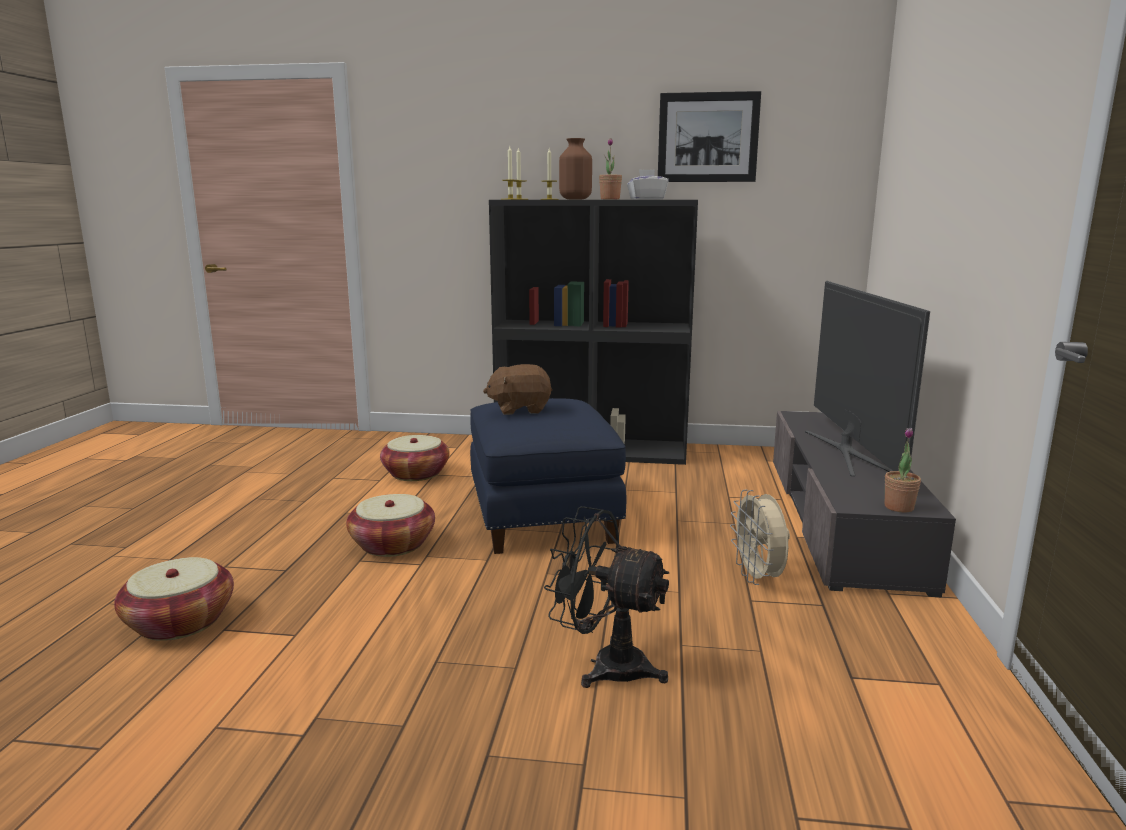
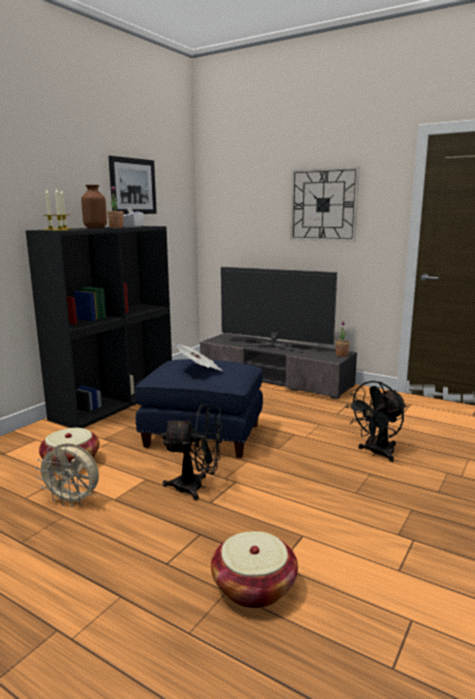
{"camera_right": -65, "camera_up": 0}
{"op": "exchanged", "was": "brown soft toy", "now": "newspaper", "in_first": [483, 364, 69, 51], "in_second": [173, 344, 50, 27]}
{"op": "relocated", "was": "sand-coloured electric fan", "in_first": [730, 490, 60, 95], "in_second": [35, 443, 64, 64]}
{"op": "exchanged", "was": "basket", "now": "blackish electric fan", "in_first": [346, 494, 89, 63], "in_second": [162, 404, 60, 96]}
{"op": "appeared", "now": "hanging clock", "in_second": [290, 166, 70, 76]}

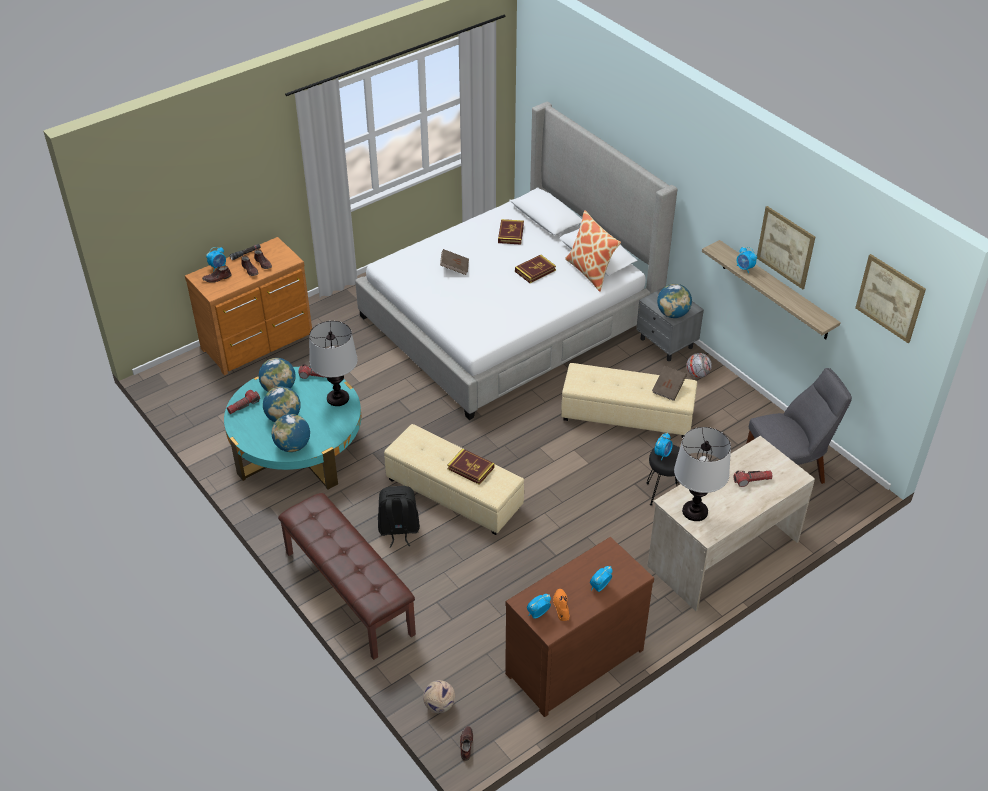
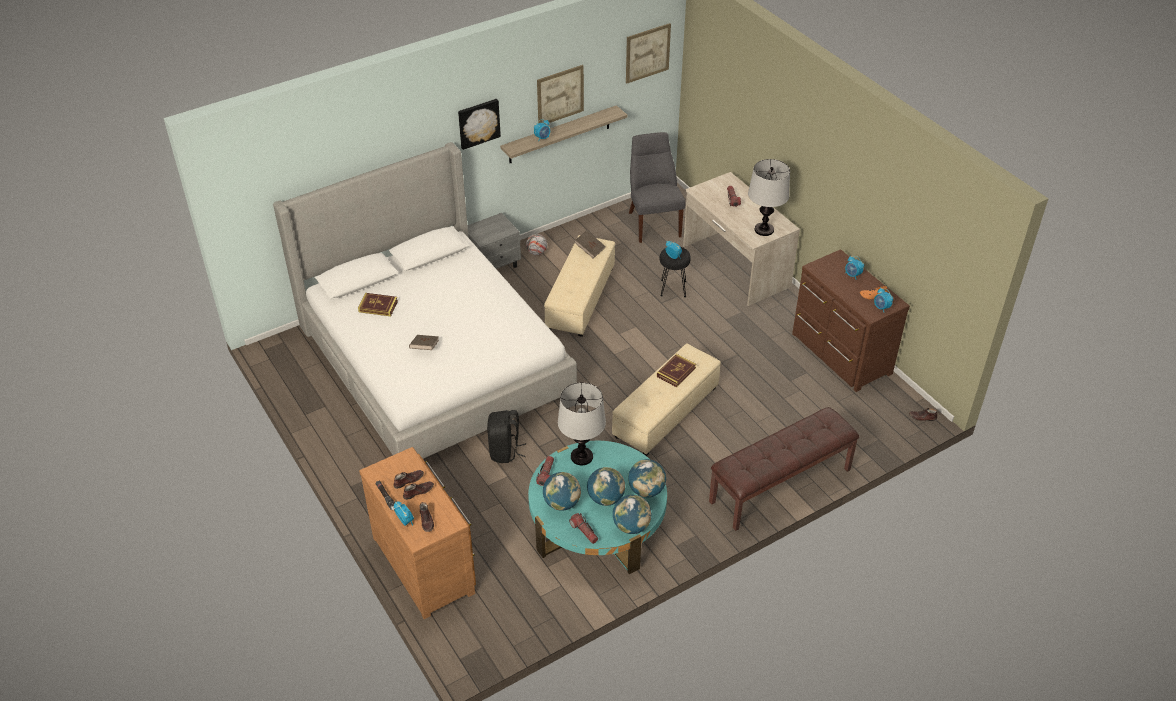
{"camera_right": -85, "camera_up": 0}
{"op": "missing", "was": "cushion", "in_first": [565, 210, 56, 82]}
{"op": "missing", "was": "book", "in_first": [515, 255, 41, 28]}
{"op": "relocated", "was": "globe", "in_first": [657, 284, 35, 34], "in_second": [613, 495, 39, 39]}
{"op": "relocated", "was": "blackish rucksack", "in_first": [378, 486, 42, 61], "in_second": [487, 410, 39, 53]}
{"op": "missing", "was": "football", "in_first": [423, 680, 32, 33]}
{"op": "appeared", "now": "wall art", "in_second": [458, 99, 43, 51]}

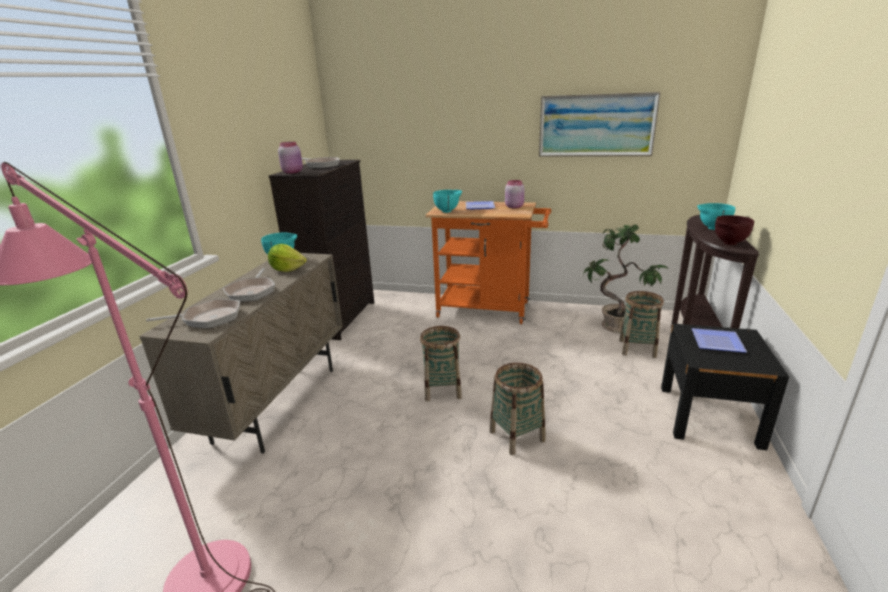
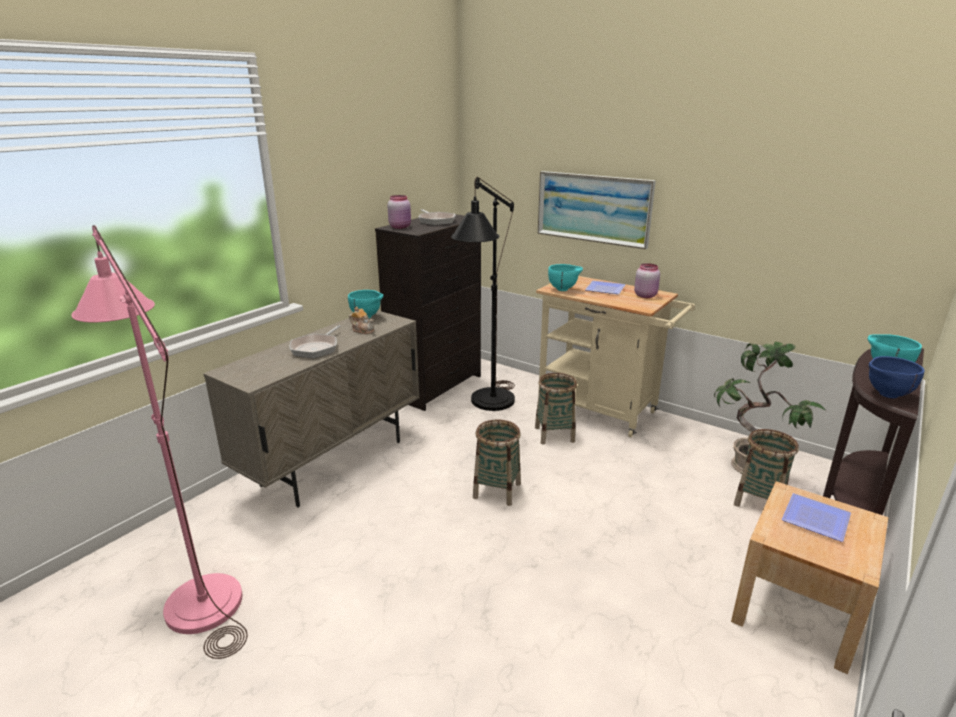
{"camera_right": 20, "camera_up": 0}
{"op": "relocated", "was": "wall art", "in_first": [539, 92, 122, 65], "in_second": [538, 171, 118, 78]}
{"op": "colour", "was": "orangey trolley", "now": "sand-coloured trolley", "in_first": [425, 201, 126, 123], "in_second": [536, 276, 159, 162]}
{"op": "colour", "was": "brown serving bowl", "now": "bluish serving bowl", "in_first": [715, 215, 39, 30], "in_second": [869, 356, 56, 42]}
{"op": "exchanged", "was": "lettuce head", "now": "teapot", "in_first": [268, 244, 39, 28], "in_second": [349, 306, 25, 28]}
{"op": "missing", "was": "skillet", "in_first": [146, 299, 94, 29]}
{"op": "colour", "was": "blackish bedside table", "now": "sand-coloured bedside table", "in_first": [661, 324, 128, 126], "in_second": [731, 481, 157, 193]}
{"op": "relocated", "was": "basket", "in_first": [489, 363, 57, 92], "in_second": [535, 373, 42, 72]}
{"op": "appeared", "now": "blackish standard lamp", "in_second": [451, 177, 64, 234]}

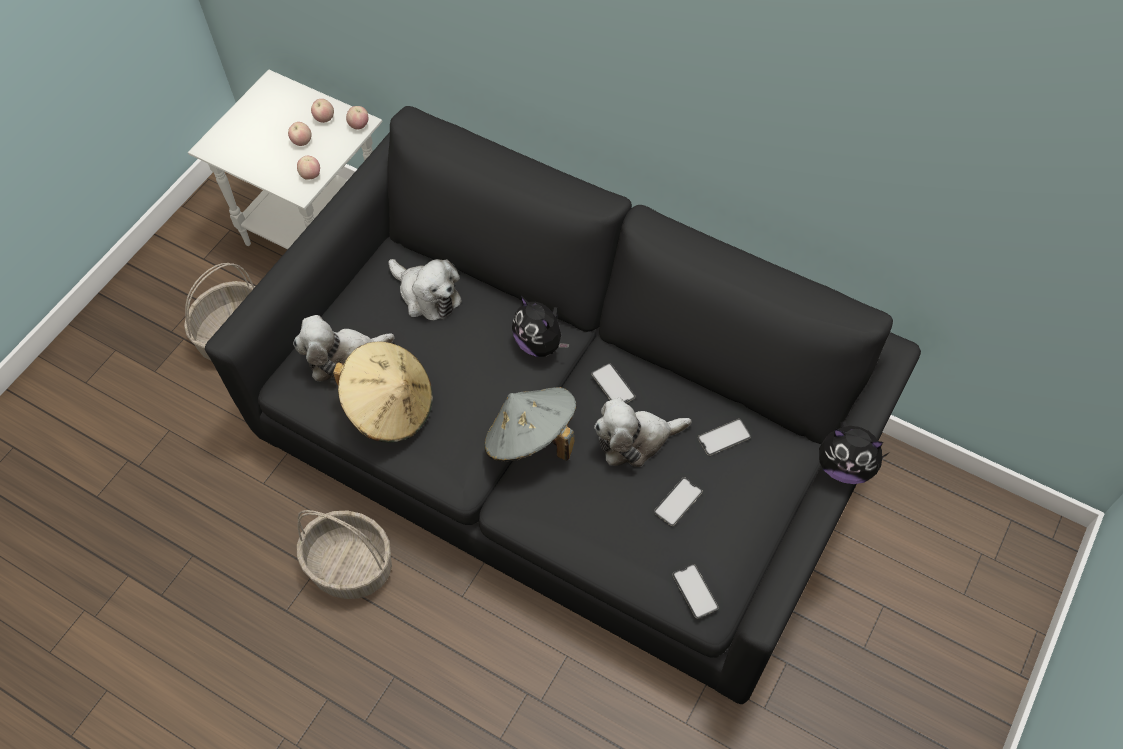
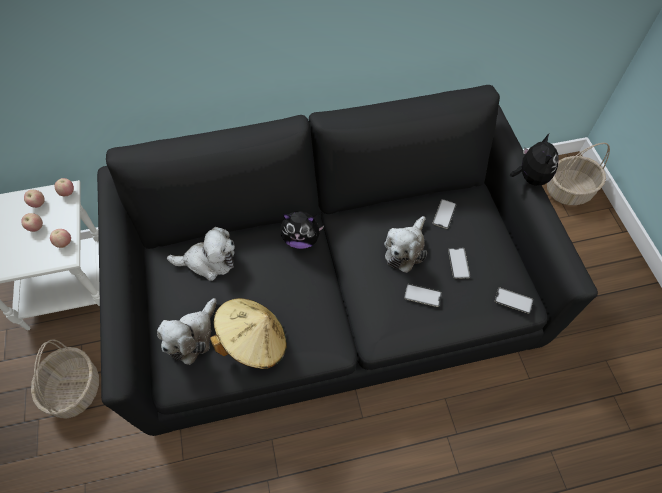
{"camera_right": -45, "camera_up": 0}
{"op": "relocated", "was": "phone", "in_first": [591, 363, 44, 40], "in_second": [404, 284, 38, 23]}
{"op": "missing", "was": "greyish wearable hat", "in_first": [484, 387, 93, 75]}
{"op": "spun", "was": "soft toy", "in_first": [819, 421, 69, 63], "in_second": [510, 134, 48, 52], "clockwise": -60}
{"op": "relocated", "was": "basket", "in_first": [296, 510, 96, 89], "in_second": [547, 143, 63, 62]}

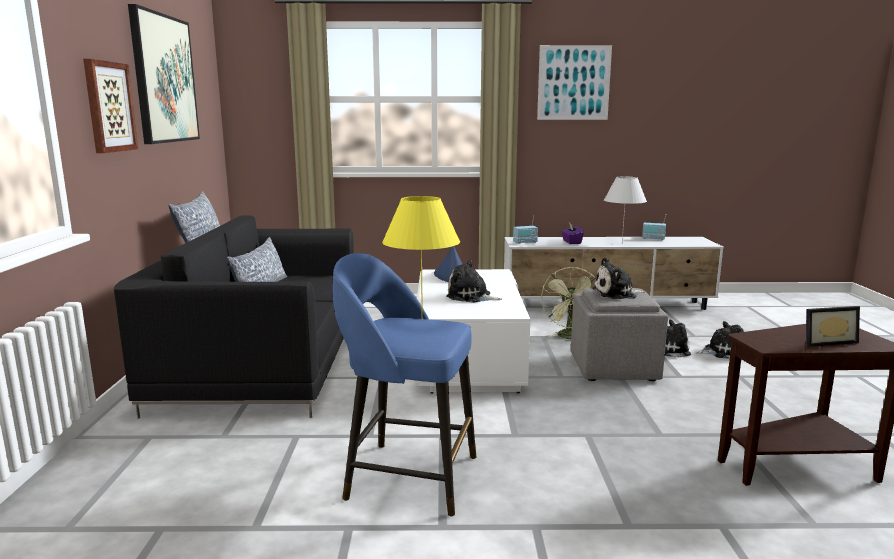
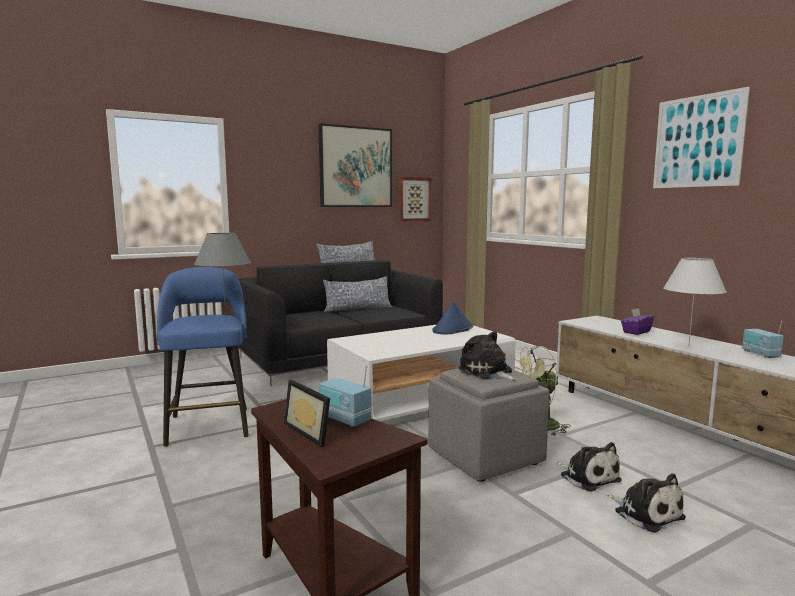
{"camera_right": 60, "camera_up": -5}
{"op": "relocated", "was": "wall art", "in_first": [83, 59, 55, 94], "in_second": [399, 177, 32, 45]}
{"op": "colour", "was": "yellow table lamp", "now": "greyish table lamp", "in_first": [382, 196, 78, 123], "in_second": [194, 233, 57, 83]}
{"op": "relocated", "was": "radio", "in_first": [513, 216, 25, 28], "in_second": [319, 366, 52, 61]}
{"op": "missing", "was": "soft toy", "in_first": [446, 260, 56, 43]}

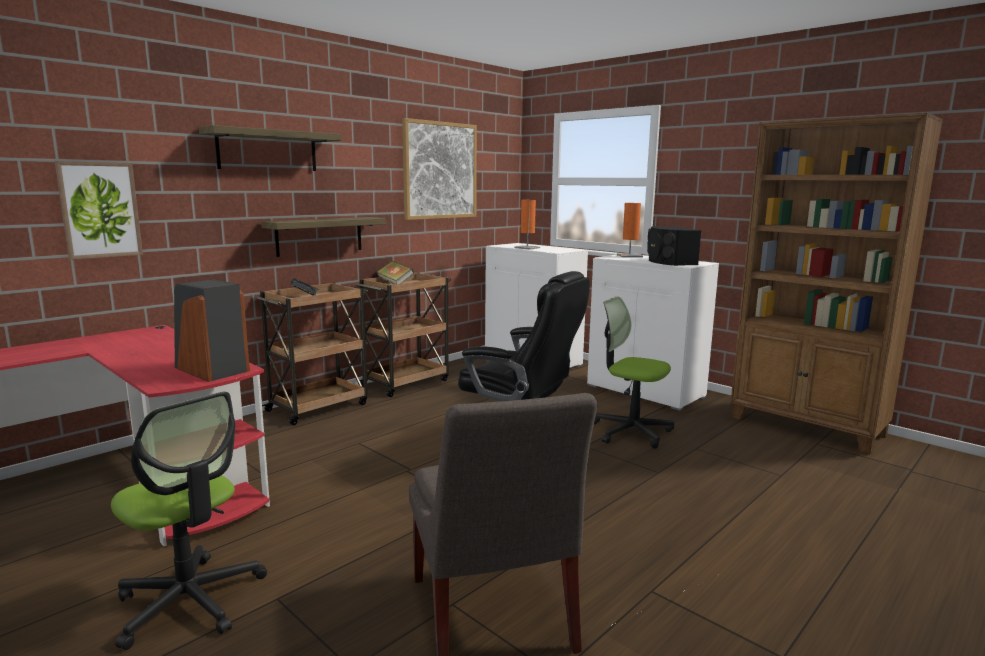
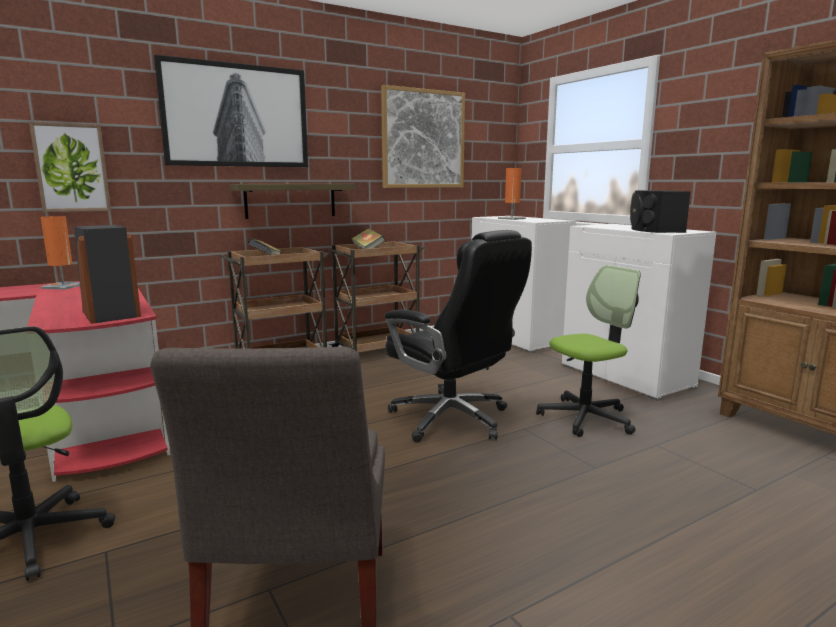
{"camera_right": 15, "camera_up": 0}
{"op": "exchanged", "was": "shelf", "now": "wall art", "in_first": [199, 125, 143, 46], "in_second": [154, 54, 154, 113]}
{"op": "relocated", "was": "orangey table lamp", "in_first": [617, 203, 26, 54], "in_second": [40, 216, 40, 74]}
{"op": "spun", "was": "desk chair", "in_first": [594, 296, 81, 153], "in_second": [536, 265, 105, 172], "clockwise": 105}

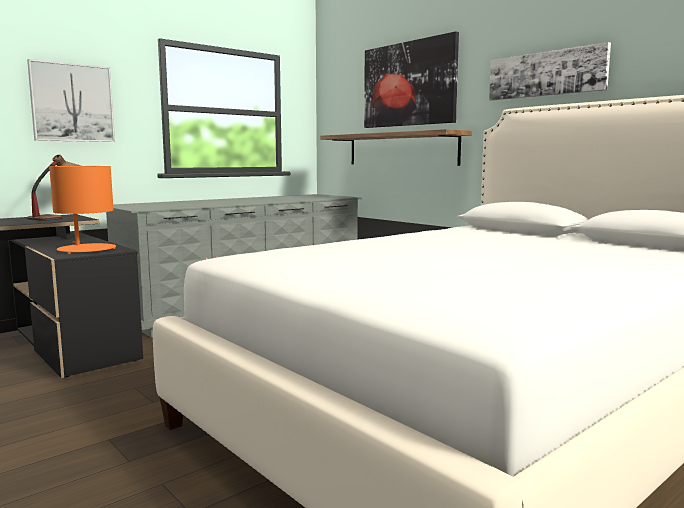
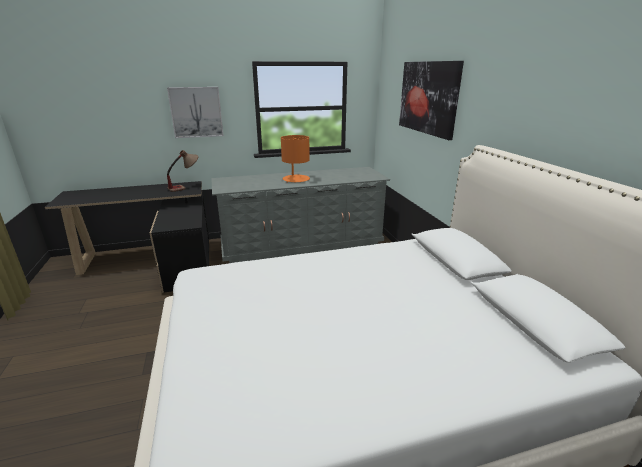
{"camera_right": 25, "camera_up": 15}
{"op": "missing", "was": "wall art", "in_first": [489, 42, 122, 59]}
{"op": "missing", "was": "shelf", "in_first": [320, 129, 152, 37]}
{"op": "relocated", "was": "orangey table lamp", "in_first": [49, 166, 67, 88], "in_second": [281, 135, 29, 47]}

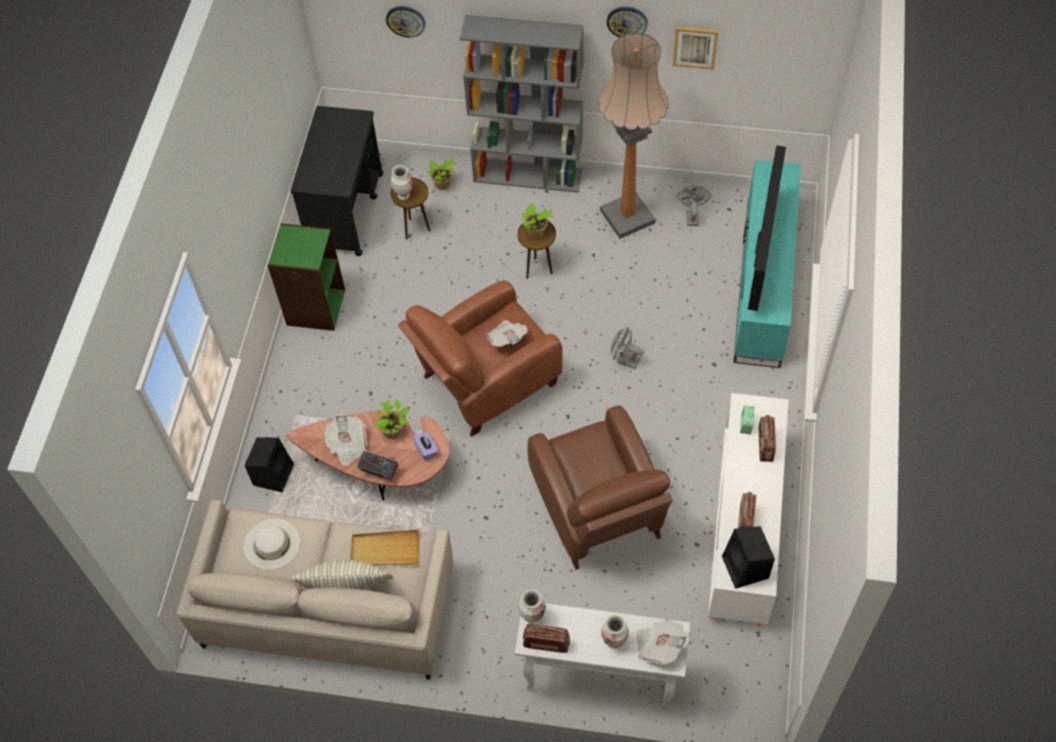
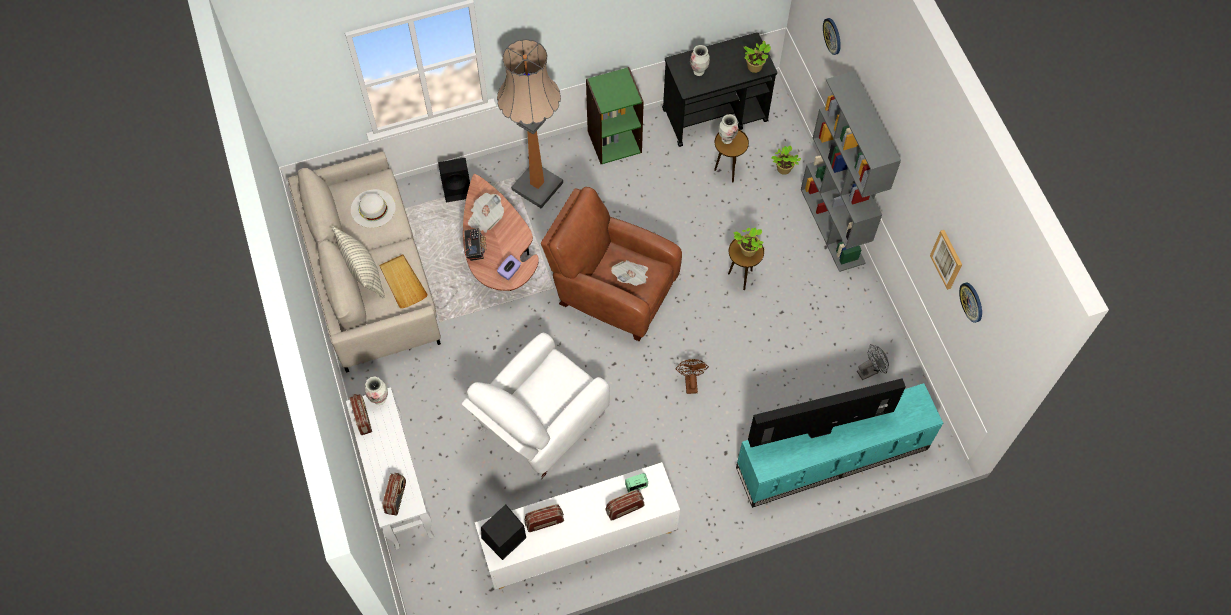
{"camera_right": 60, "camera_up": 5}
{"op": "relocated", "was": "hanging clock", "in_first": [606, 6, 42, 31], "in_second": [959, 283, 23, 40]}
{"op": "relocated", "was": "standard lamp", "in_first": [598, 33, 71, 206], "in_second": [497, 39, 66, 169]}
{"op": "colour", "was": "greyish electric fan", "now": "brown electric fan", "in_first": [611, 327, 33, 42], "in_second": [676, 359, 33, 35]}
{"op": "relocated", "was": "potted plant", "in_first": [373, 399, 36, 40], "in_second": [744, 40, 27, 33]}
{"op": "colour", "was": "brown armchair", "now": "white armchair", "in_first": [527, 406, 145, 164], "in_second": [461, 333, 149, 147]}
{"op": "relocated", "was": "vase", "in_first": [601, 614, 28, 35], "in_second": [690, 45, 20, 31]}
{"op": "exchanged", "was": "newspaper", "now": "radio", "in_first": [636, 619, 51, 46], "in_second": [383, 473, 23, 43]}

